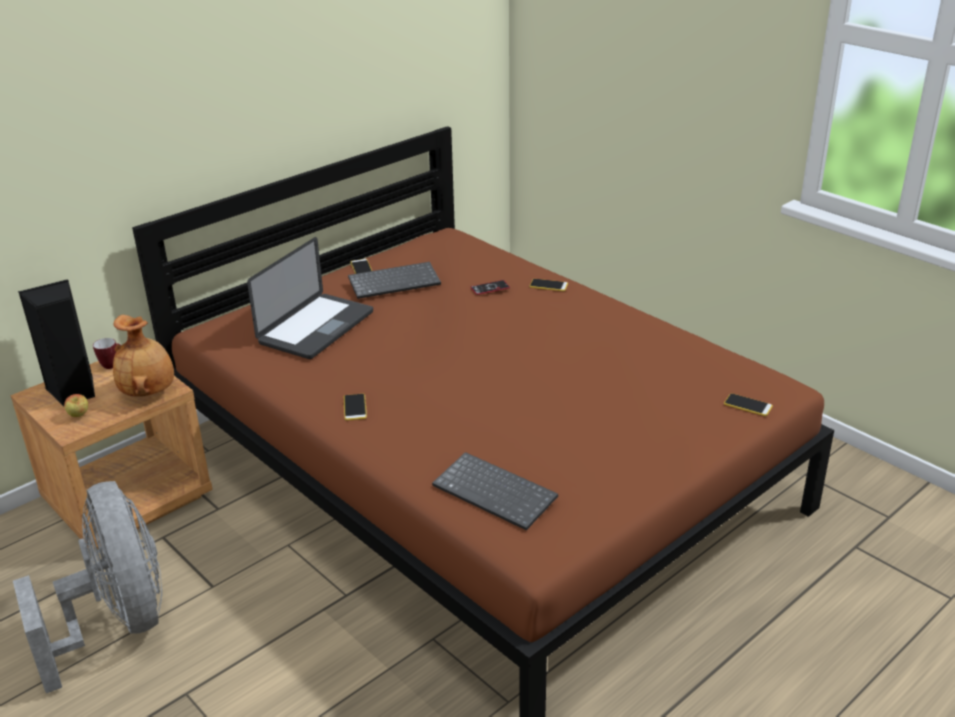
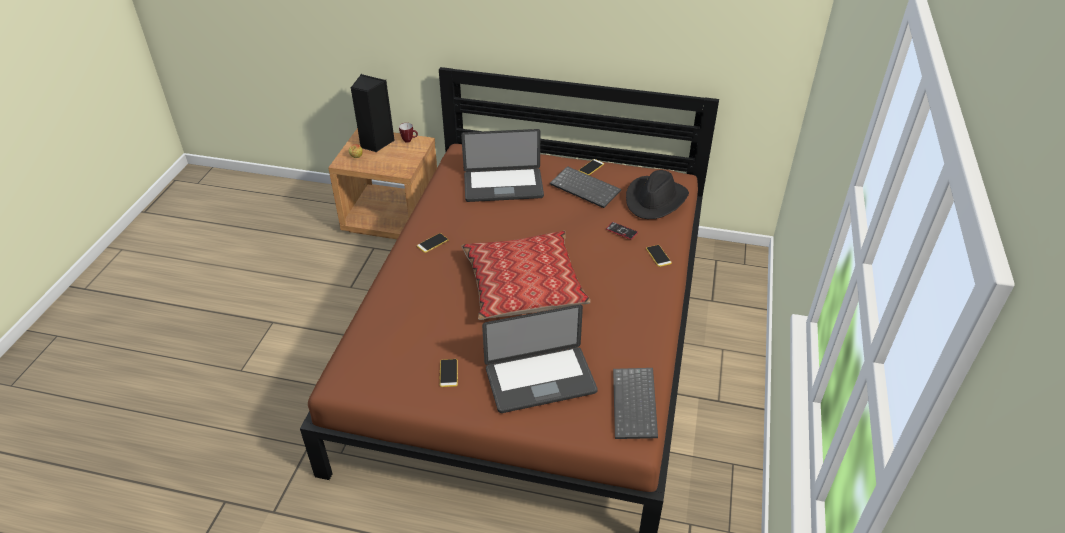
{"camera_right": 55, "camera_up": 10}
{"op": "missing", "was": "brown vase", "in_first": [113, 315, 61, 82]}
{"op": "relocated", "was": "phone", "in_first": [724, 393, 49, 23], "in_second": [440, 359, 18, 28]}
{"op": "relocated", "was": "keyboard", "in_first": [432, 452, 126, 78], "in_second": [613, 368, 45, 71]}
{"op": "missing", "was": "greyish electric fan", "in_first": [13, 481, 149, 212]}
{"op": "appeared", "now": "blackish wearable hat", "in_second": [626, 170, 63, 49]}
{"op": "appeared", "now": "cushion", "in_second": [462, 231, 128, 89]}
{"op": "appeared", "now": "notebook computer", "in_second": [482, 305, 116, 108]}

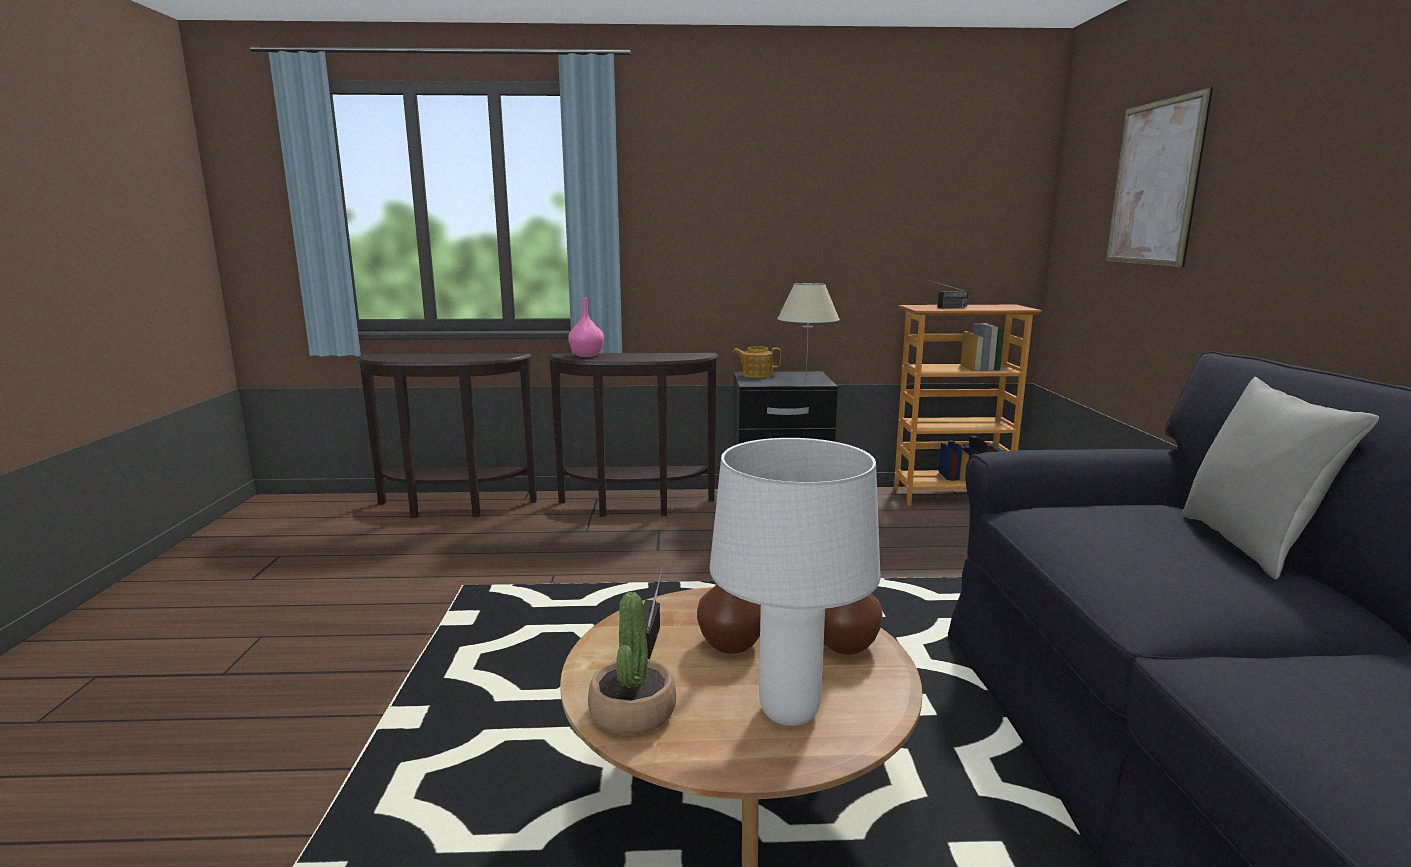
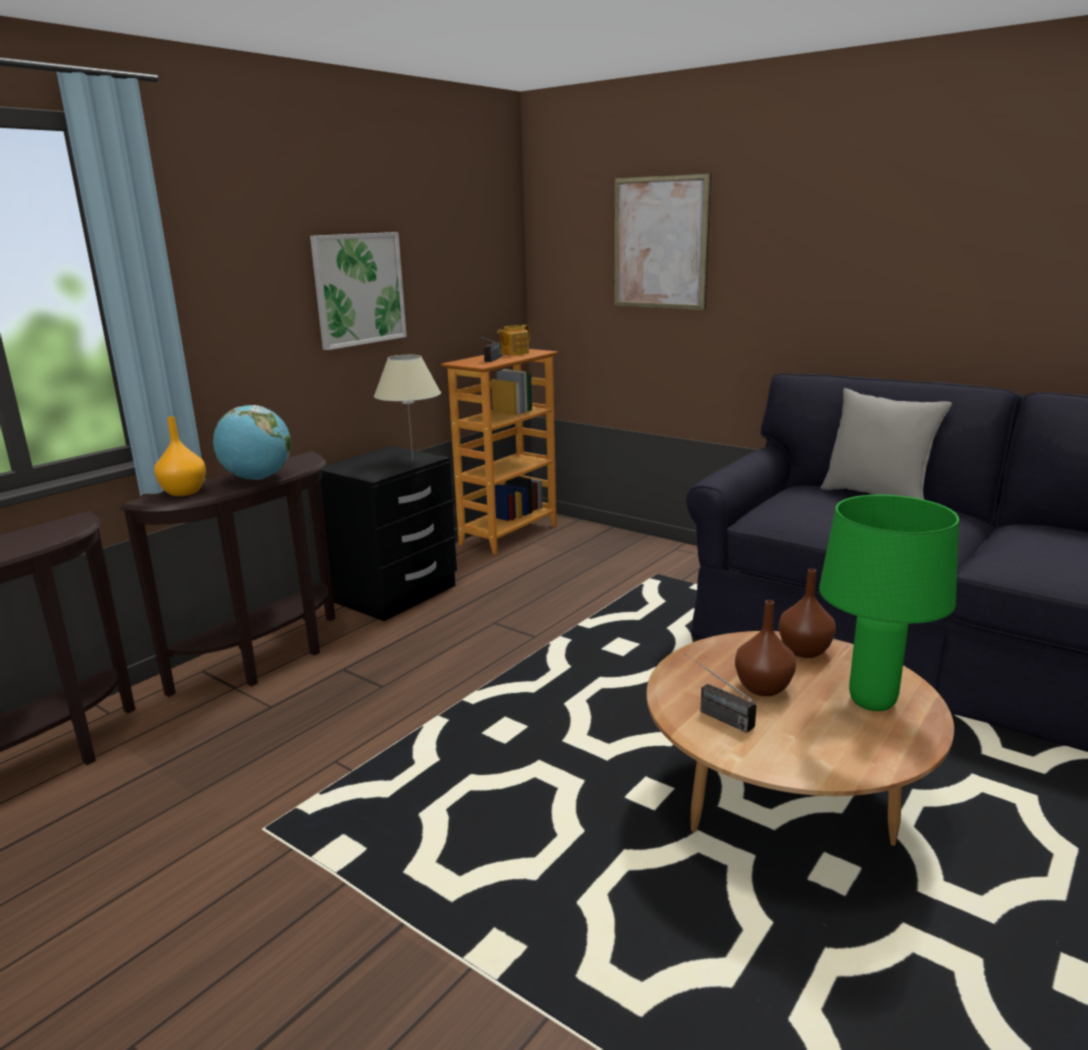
{"camera_right": -50, "camera_up": 5}
{"op": "colour", "was": "pink-coloured vase", "now": "orangey vase", "in_first": [568, 298, 36, 59], "in_second": [154, 416, 52, 80]}
{"op": "relocated", "was": "teapot", "in_first": [733, 346, 48, 32], "in_second": [497, 325, 33, 30]}
{"op": "colour", "was": "white table lamp", "now": "green table lamp", "in_first": [710, 438, 171, 288], "in_second": [819, 495, 140, 216]}
{"op": "missing", "was": "potted plant", "in_first": [588, 592, 88, 143]}
{"op": "appeared", "now": "wall art", "in_second": [310, 232, 97, 118]}
{"op": "appeared", "now": "globe", "in_second": [213, 405, 78, 75]}

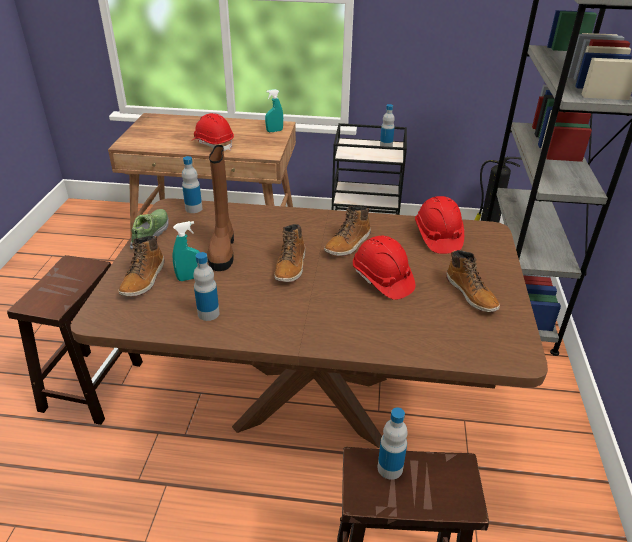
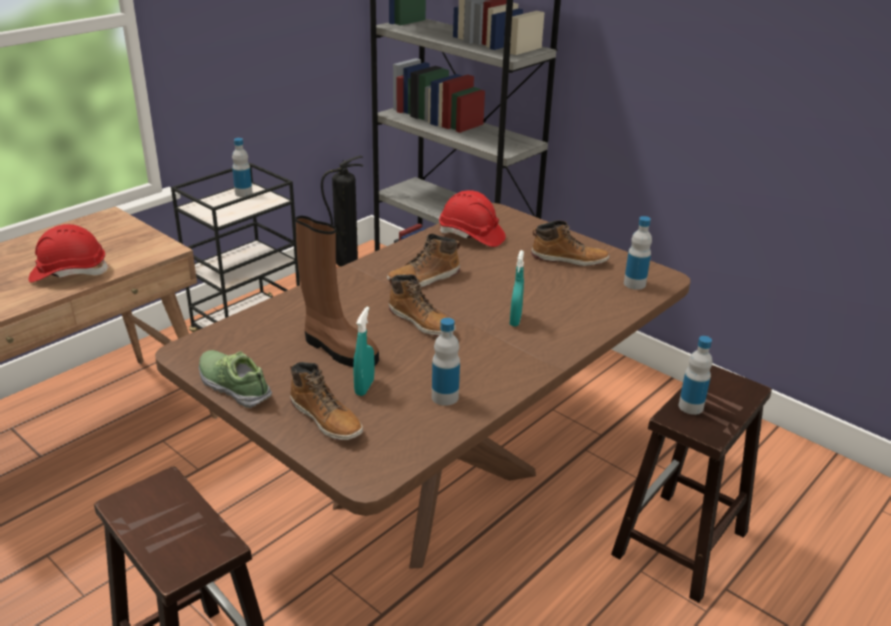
{"camera_right": -55, "camera_up": -5}
{"op": "relocated", "was": "turquoise-coloured sprayer", "in_first": [265, 89, 18, 43], "in_second": [510, 250, 14, 76]}
{"op": "relocated", "was": "beverage bottle", "in_first": [182, 156, 20, 57], "in_second": [624, 216, 28, 74]}
{"op": "spun", "was": "boot", "in_first": [324, 206, 47, 50], "in_second": [387, 234, 73, 54], "clockwise": 75}
{"op": "missing", "was": "red work helmet", "in_first": [353, 236, 63, 64]}

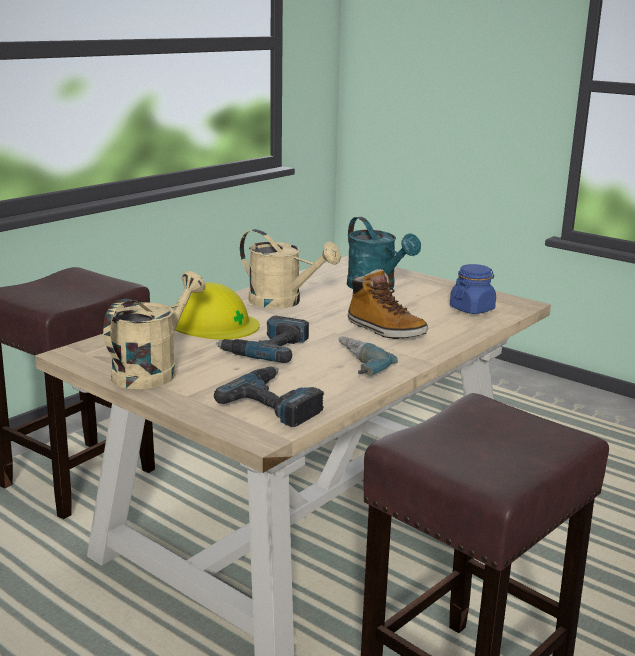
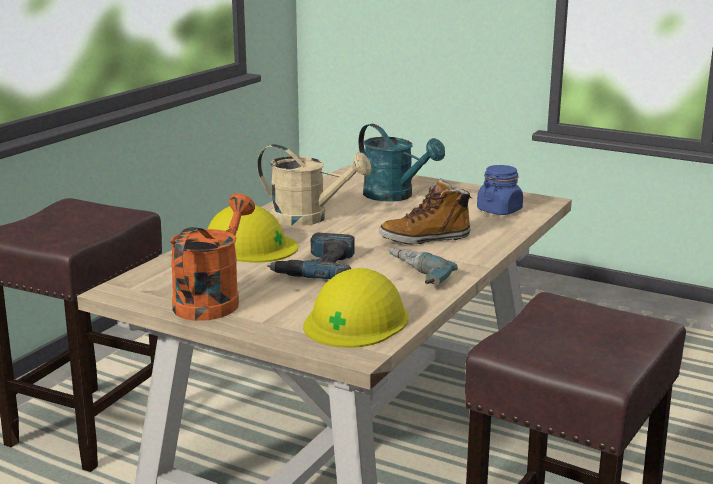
{"camera_right": -10, "camera_up": 0}
{"op": "spun", "was": "boot", "in_first": [348, 269, 80, 70], "in_second": [379, 178, 94, 66], "clockwise": 135}
{"op": "colour", "was": "sand-coloured watering can", "now": "orangey watering can", "in_first": [103, 271, 103, 118], "in_second": [170, 193, 85, 128]}
{"op": "exchanged", "was": "power drill", "now": "yellow work helmet", "in_first": [214, 366, 110, 61], "in_second": [303, 268, 105, 80]}

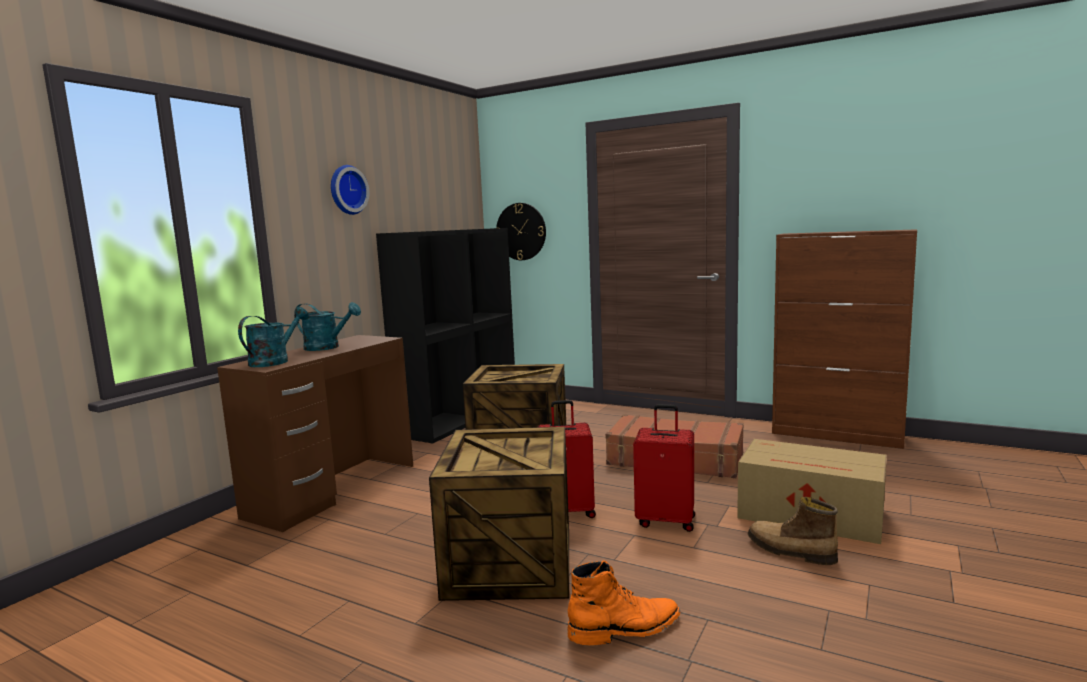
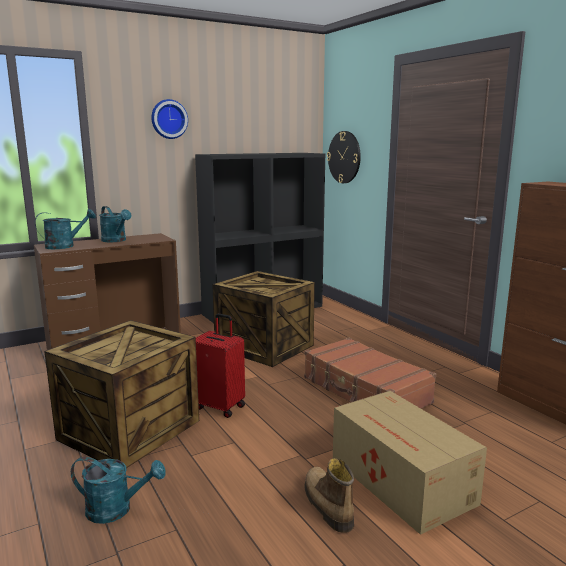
{"camera_right": 30, "camera_up": 5}
{"op": "missing", "was": "red travel case", "in_first": [633, 404, 62, 128]}
{"op": "exchanged", "was": "orangey boot", "now": "turquoise-coloured watering can", "in_first": [568, 560, 112, 85], "in_second": [71, 457, 95, 67]}

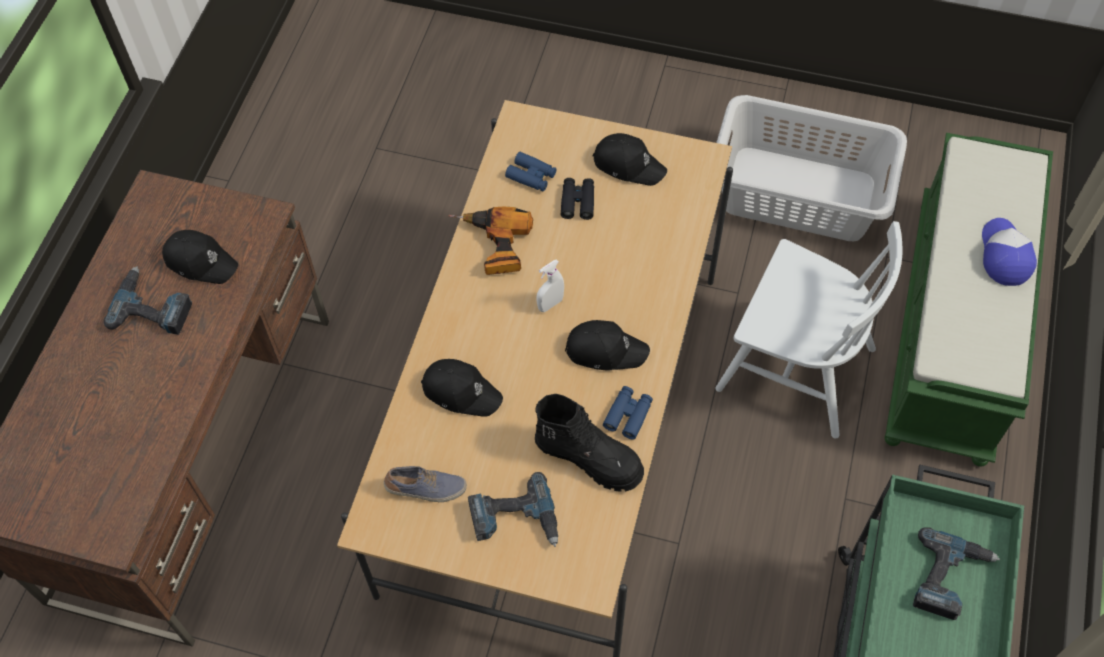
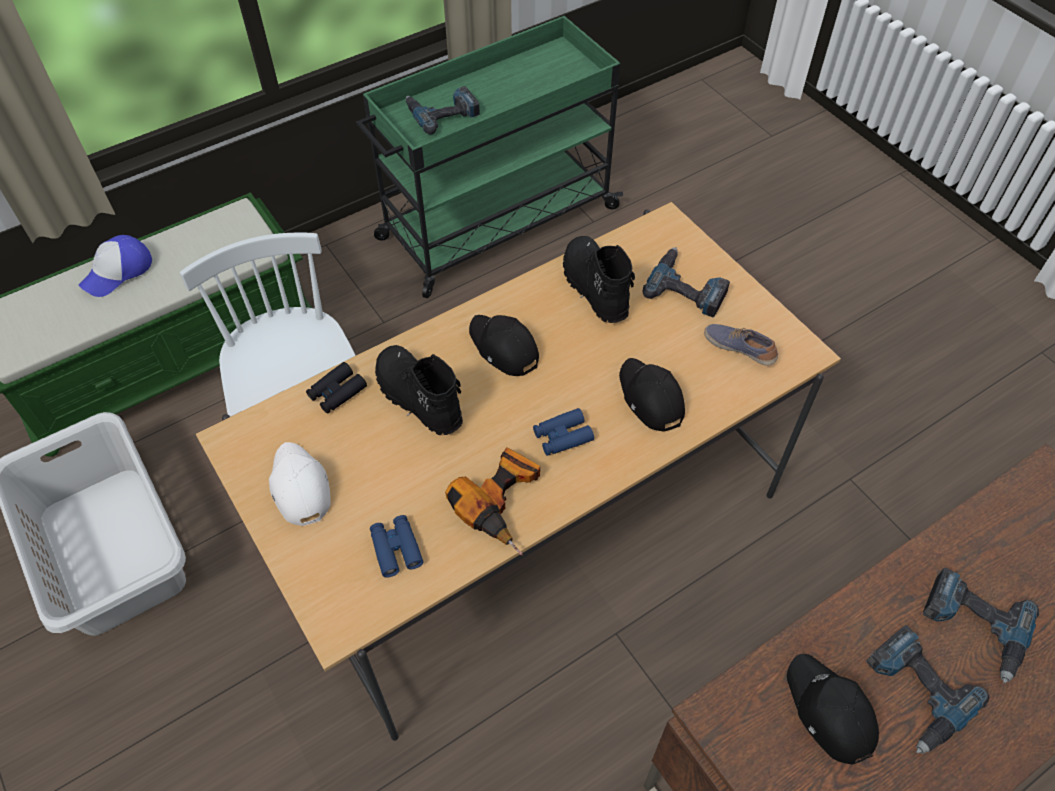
{"camera_right": -140, "camera_up": -5}
{"op": "colour", "was": "blackish cap", "now": "white cap", "in_first": [592, 133, 75, 53], "in_second": [269, 442, 62, 84]}
{"op": "relocated", "was": "blackish field glasses", "in_first": [561, 178, 33, 42], "in_second": [306, 362, 61, 51]}
{"op": "missing", "was": "white sprayer", "in_first": [537, 259, 27, 53]}
{"op": "relocated", "was": "bluish field glasses", "in_first": [603, 386, 50, 54], "in_second": [533, 408, 61, 48]}
{"op": "appeared", "now": "blackish boot", "in_second": [375, 345, 88, 90]}
{"op": "appeared", "now": "power drill", "in_second": [922, 568, 117, 116]}

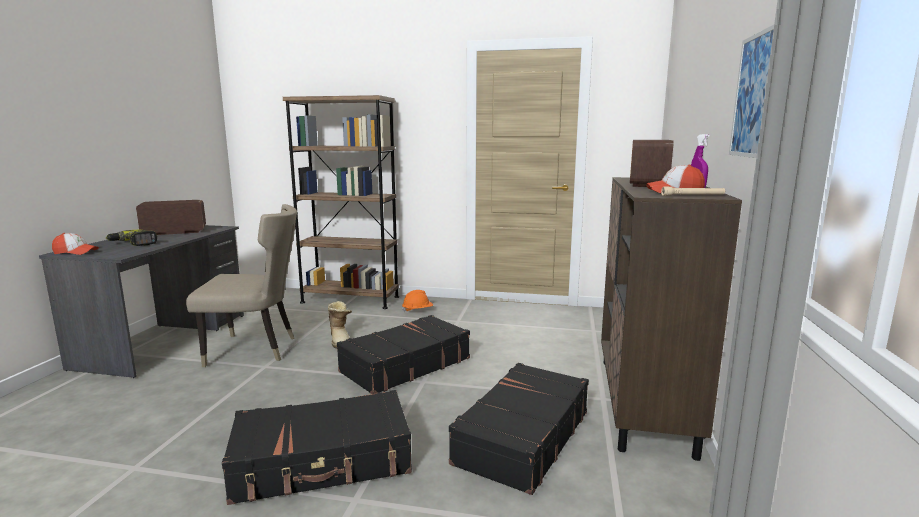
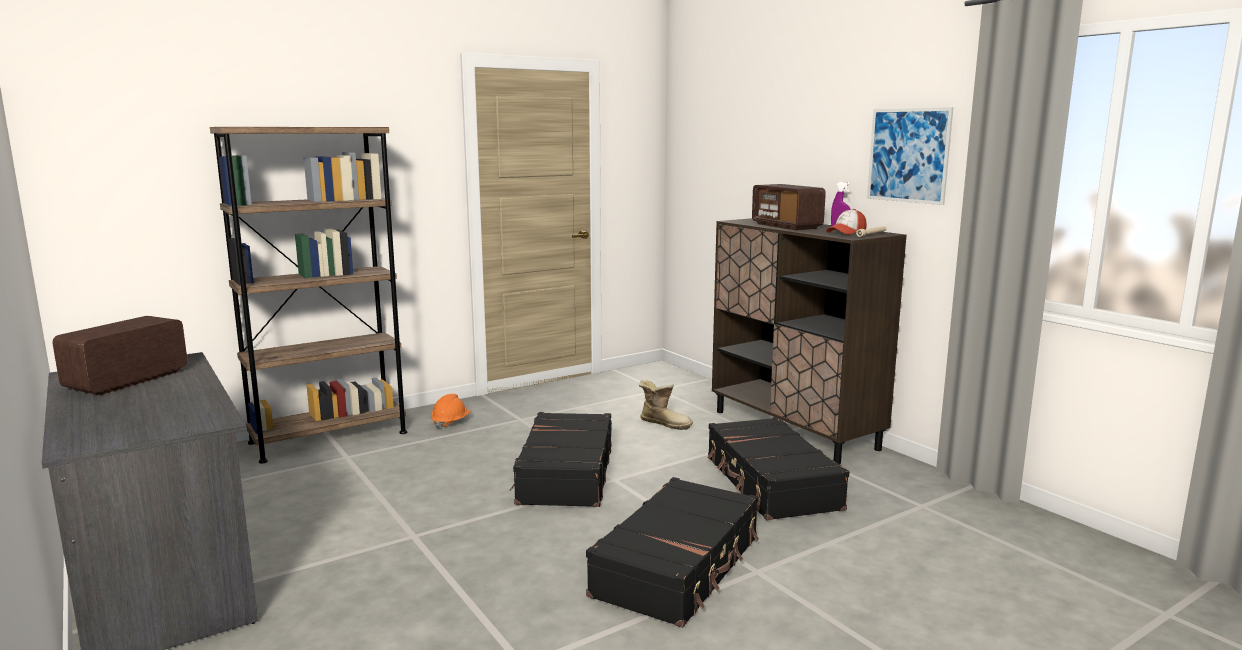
{"camera_right": -45, "camera_up": 0}
{"op": "missing", "was": "sand-coloured chair", "in_first": [186, 204, 111, 163]}
{"op": "missing", "was": "power drill", "in_first": [105, 230, 52, 16]}
{"op": "missing", "was": "cap", "in_first": [52, 233, 47, 22]}
{"op": "relocated", "was": "boot", "in_first": [328, 301, 24, 48], "in_second": [639, 380, 54, 50]}

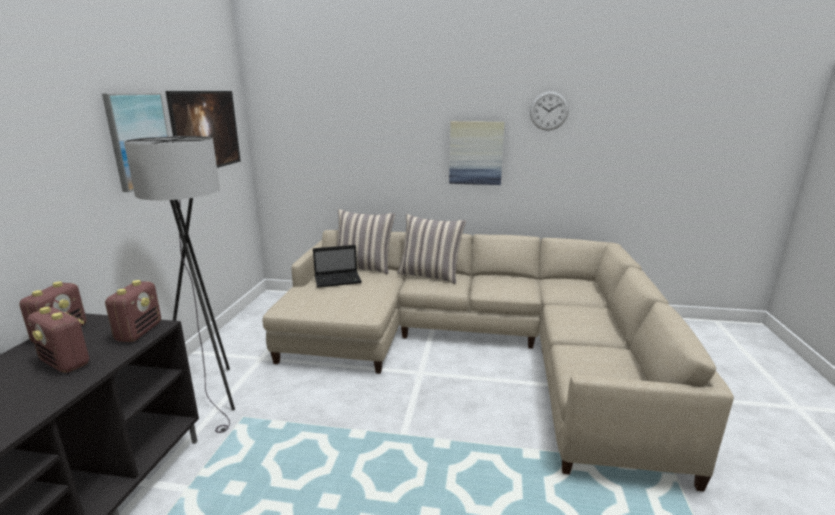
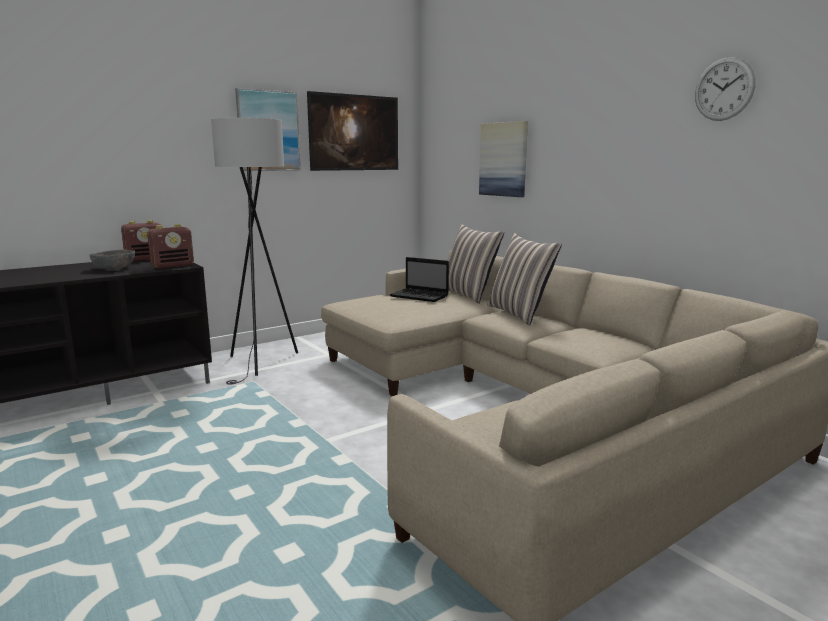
{"camera_right": 45, "camera_up": -5}
{"op": "relocated", "was": "wall art", "in_first": [449, 121, 55, 64], "in_second": [479, 121, 49, 76]}
{"op": "exchanged", "was": "radio", "now": "greyish serving bowl", "in_first": [27, 307, 62, 66], "in_second": [90, 249, 45, 21]}

